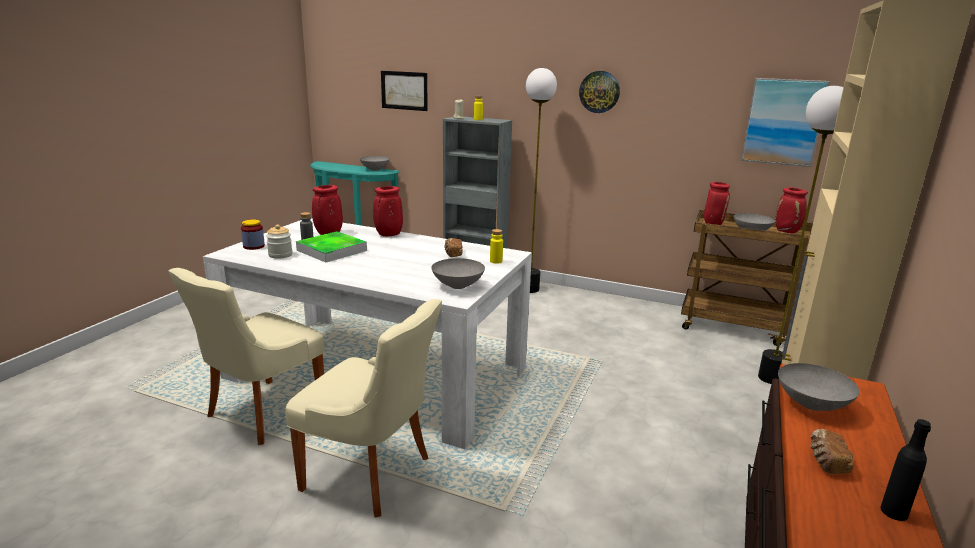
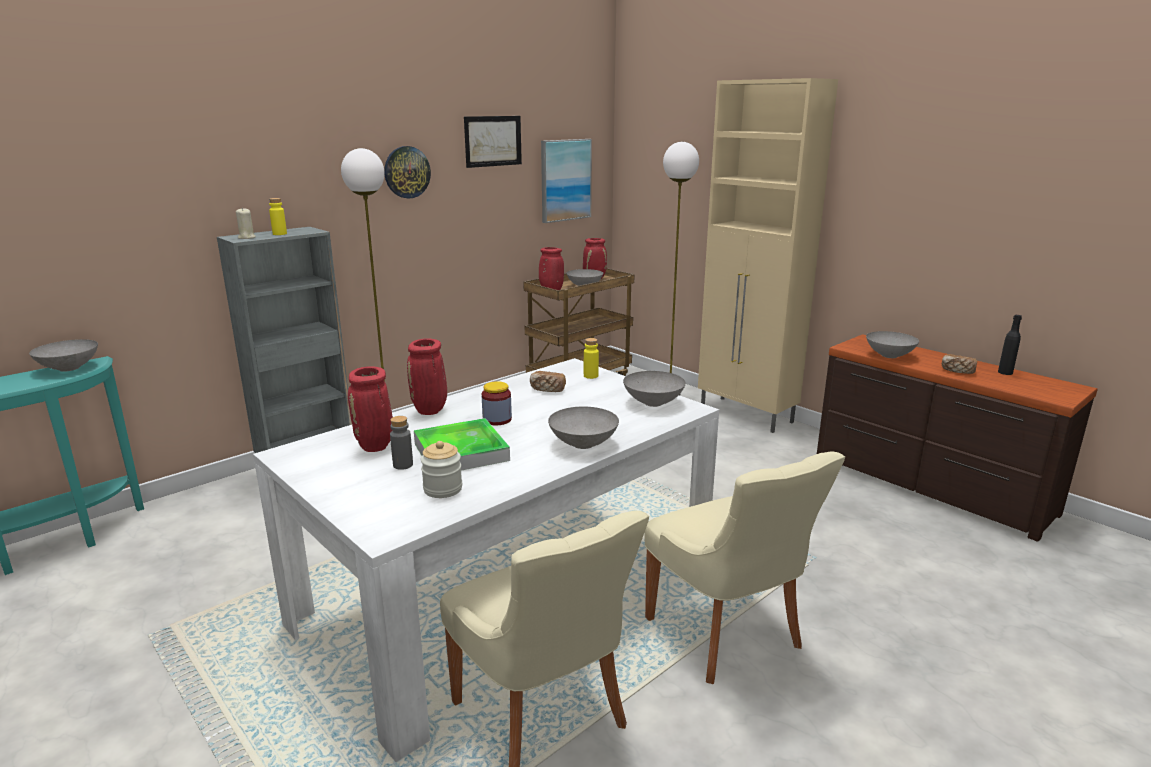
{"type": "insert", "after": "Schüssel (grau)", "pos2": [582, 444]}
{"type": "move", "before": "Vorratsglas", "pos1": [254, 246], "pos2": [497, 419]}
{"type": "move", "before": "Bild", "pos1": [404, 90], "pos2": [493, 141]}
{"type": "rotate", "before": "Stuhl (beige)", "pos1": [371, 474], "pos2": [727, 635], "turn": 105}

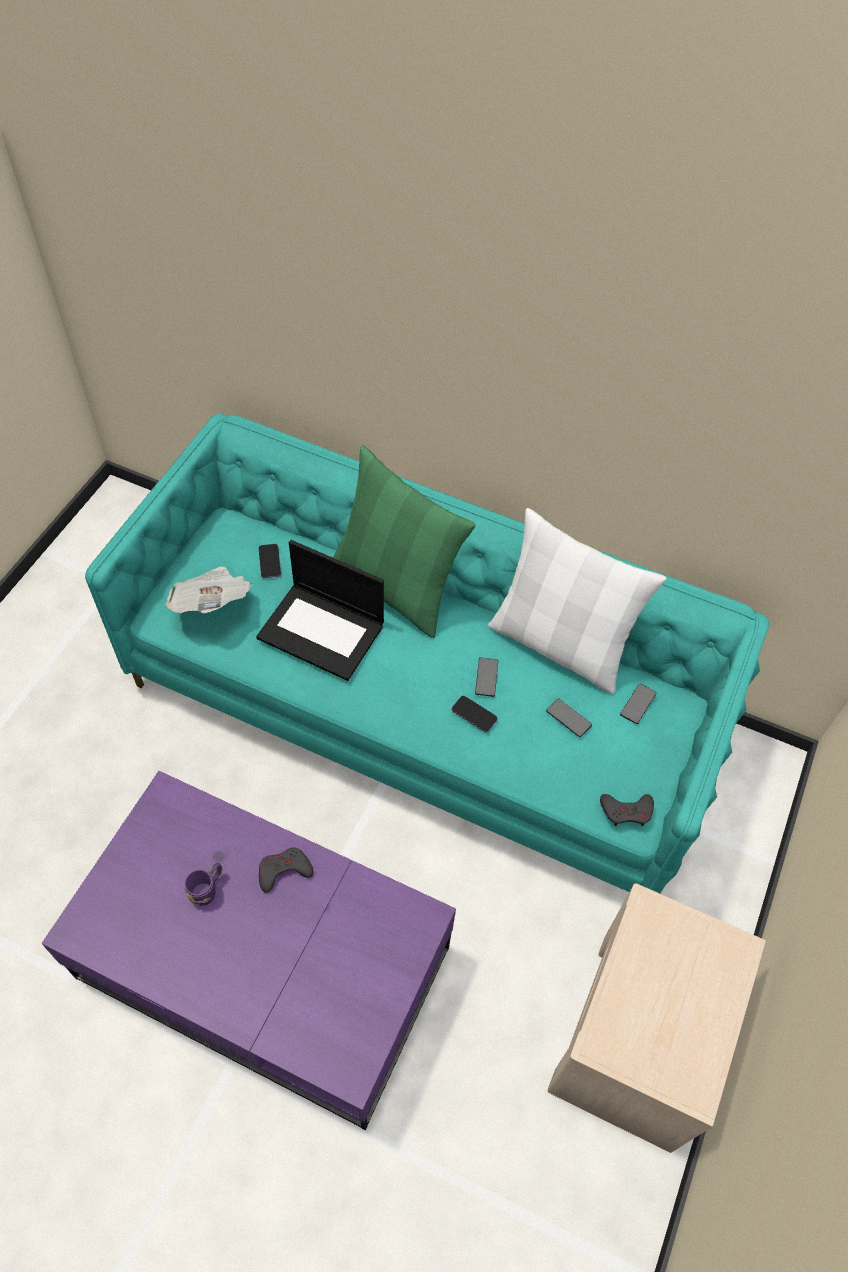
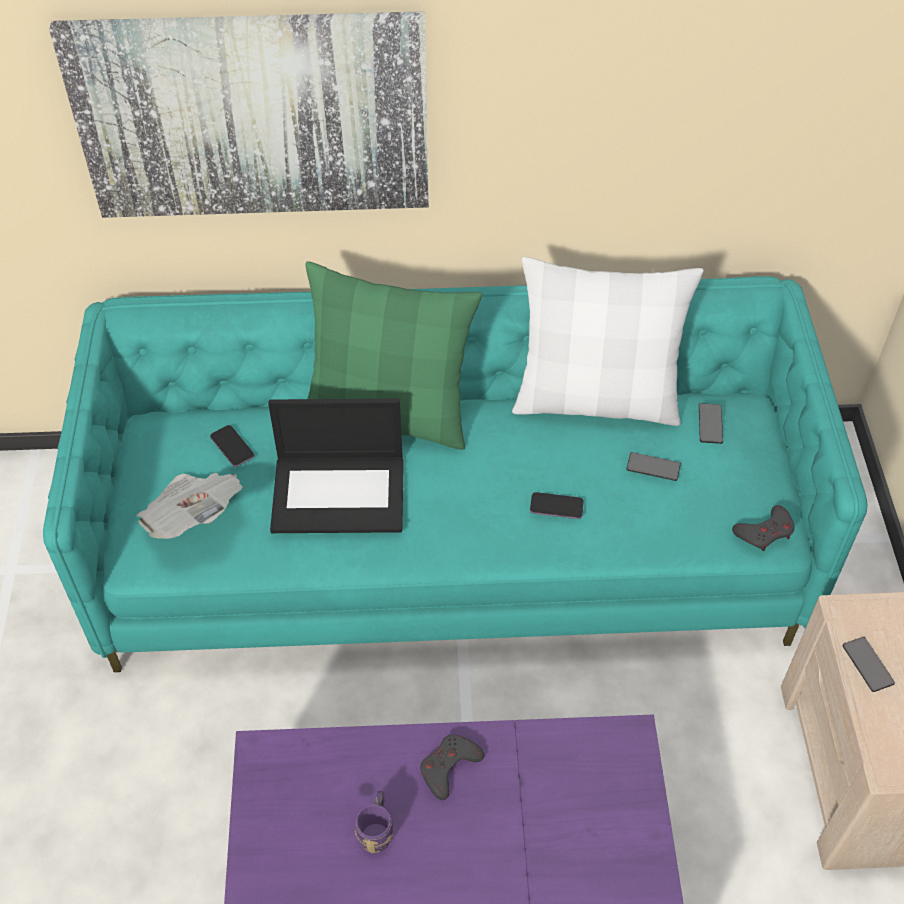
{"type": "insert", "after": "Bild", "pos2": [253, 116]}
{"type": "move", "before": "Handy", "pos1": [486, 677], "pos2": [867, 665]}

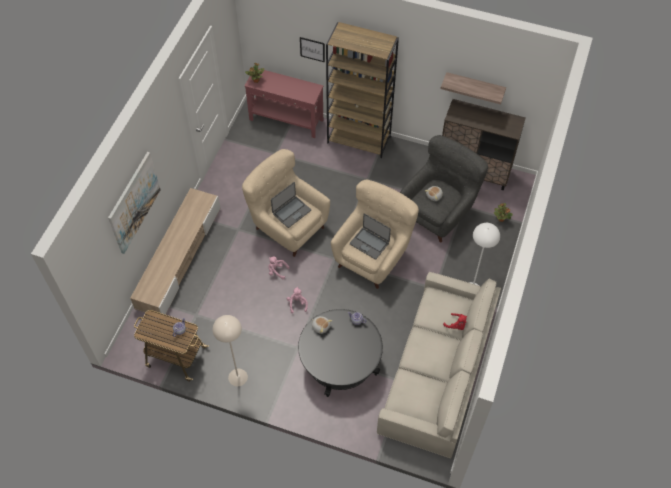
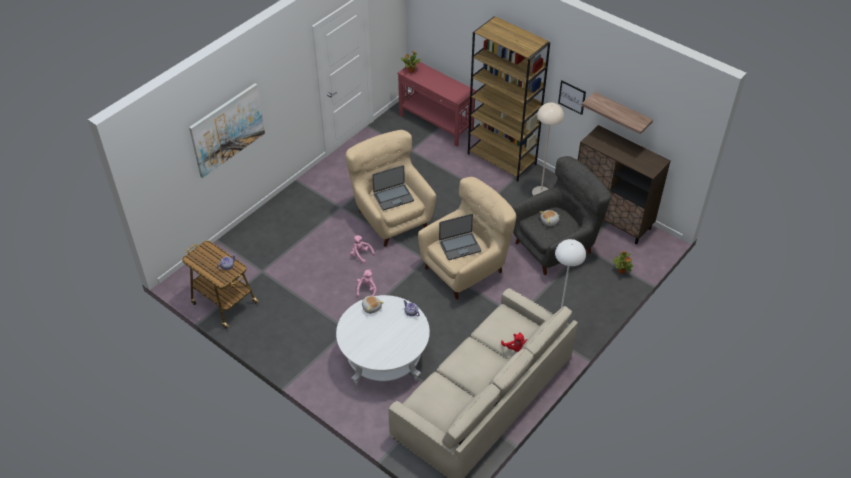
{"type": "delete", "before": "Fernsehschrank (beige)", "pos1": [179, 257]}
{"type": "move", "before": "Stehlampe (beige)", "pos1": [237, 377], "pos2": [541, 192]}
{"type": "move", "before": "Bild", "pos1": [312, 49], "pos2": [572, 97]}
{"type": "recolor", "before": "Couchtisch (schwarz)", "after": "Couchtisch (weiß)", "pos1": [340, 363], "pos2": [384, 357]}
{"type": "rotate", "before": "Laptop", "pos1": [369, 243], "pos2": [459, 246], "turn": -75}

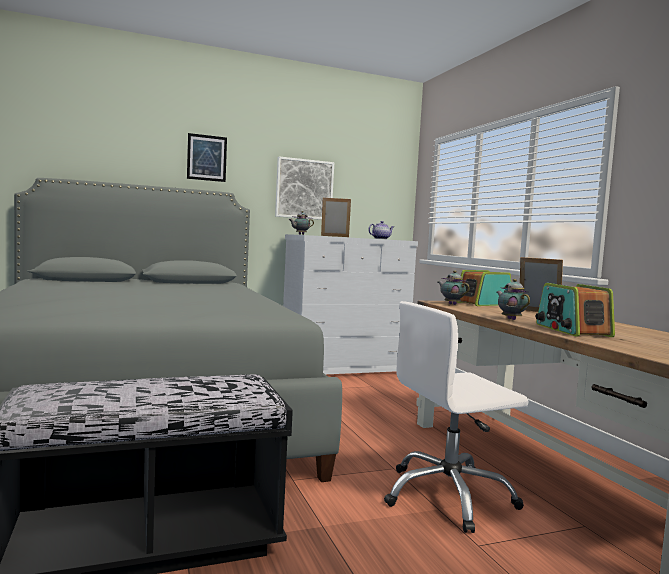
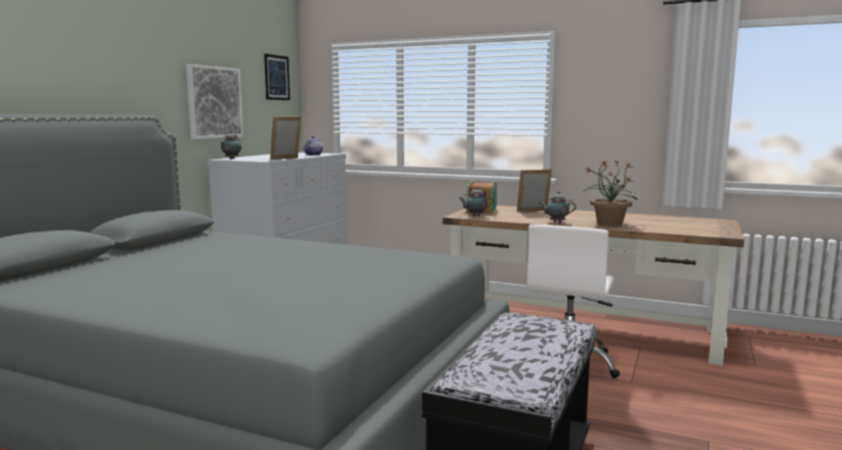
{"type": "move", "before": "Bild", "pos1": [207, 158], "pos2": [277, 77]}
{"type": "replace", "before": "Radio", "after": "Topfpflanze", "pos1": [572, 330], "pos2": [609, 224]}

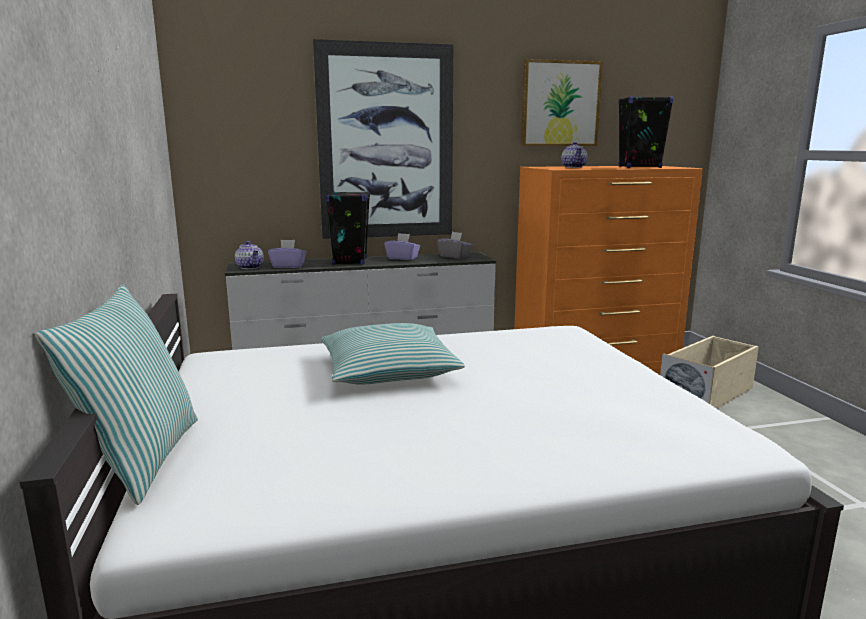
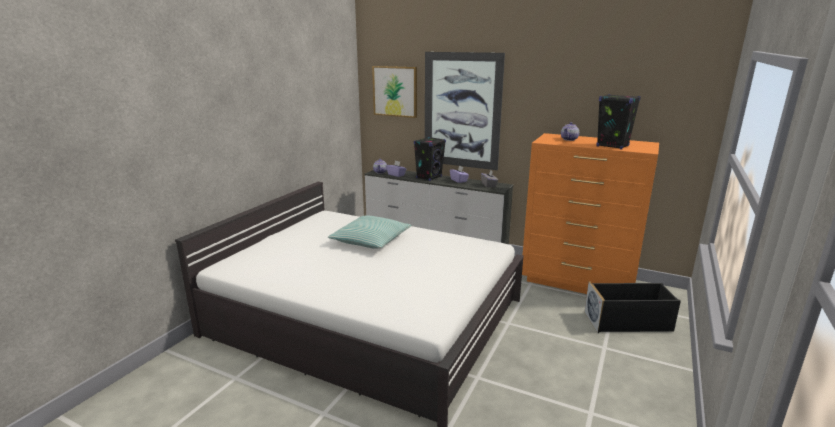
{"type": "delete", "before": "Kissen", "pos1": [140, 459]}
{"type": "move", "before": "Bild", "pos1": [560, 104], "pos2": [395, 91]}
{"type": "recolor", "before": "Aufbewahrungsbox (beige)", "after": "Aufbewahrungsbox (schwarz)", "pos1": [707, 394], "pos2": [628, 321]}

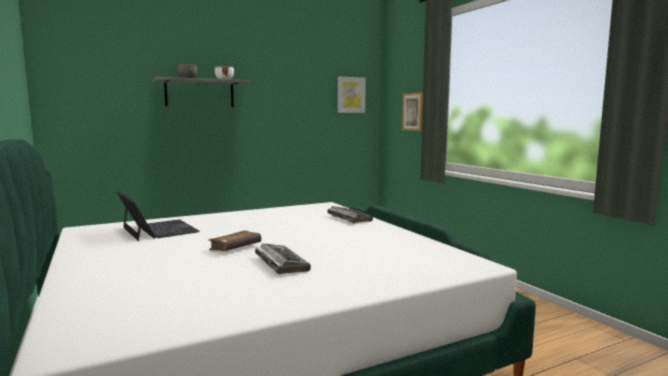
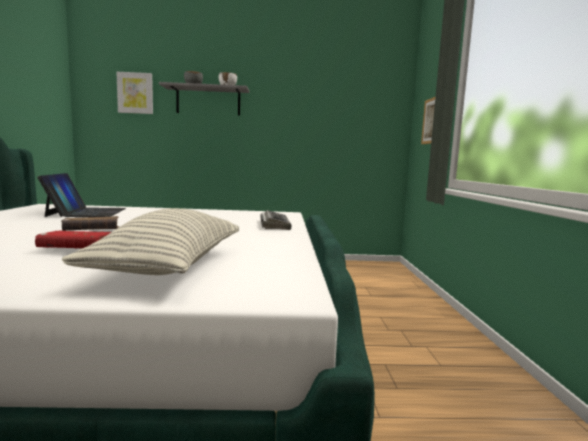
{"type": "insert", "after": "Kissen", "pos2": [170, 267]}
{"type": "move", "before": "Bild", "pos1": [351, 95], "pos2": [135, 93]}
{"type": "replace", "before": "Tastatur", "after": "Buch (rot)", "pos1": [281, 263], "pos2": [78, 249]}

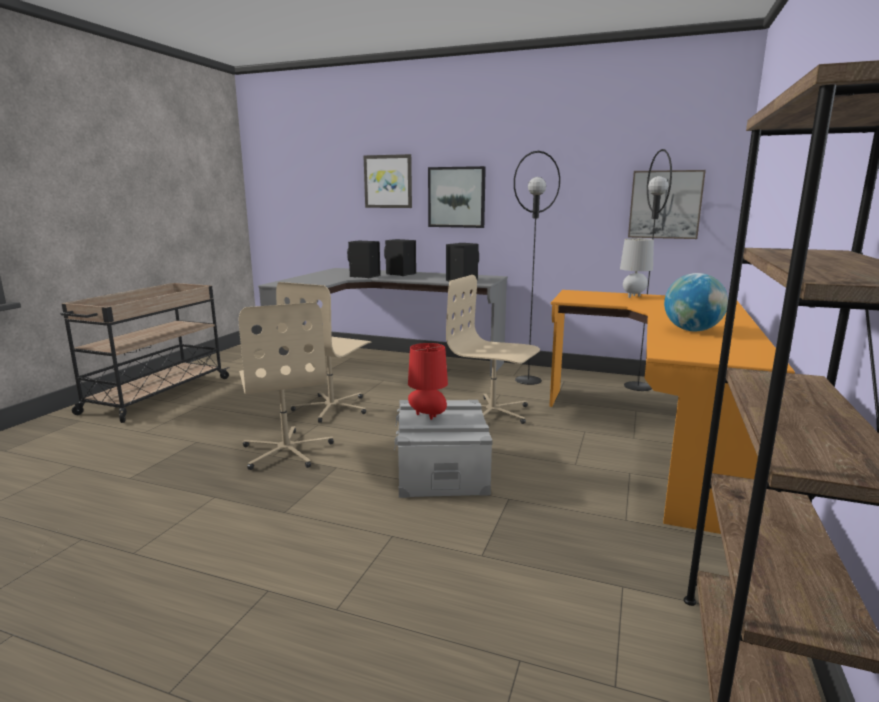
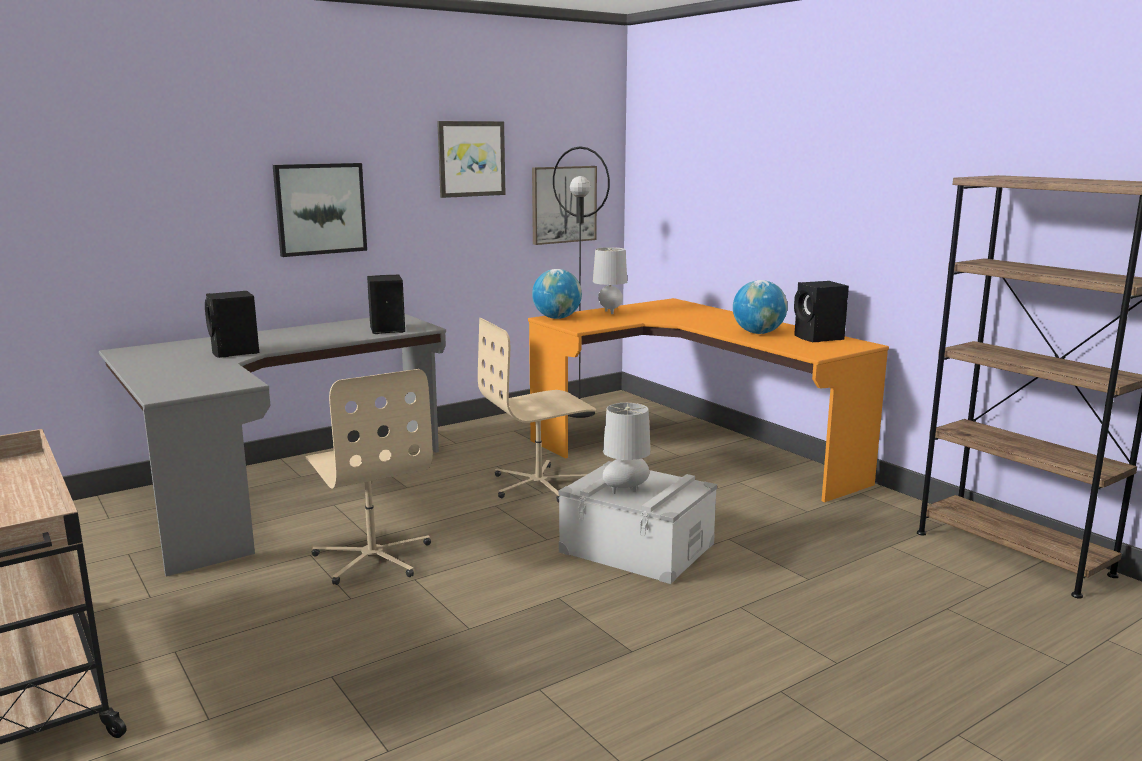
{"type": "delete", "before": "Bürostuhl (beige)", "pos1": [287, 451]}
{"type": "delete", "before": "Stehlampe (schwarz)", "pos1": [528, 380]}
{"type": "insert", "after": "Globus", "pos2": [557, 318]}
{"type": "move", "before": "Bild", "pos1": [388, 181], "pos2": [471, 159]}
{"type": "move", "before": "Lautsprecher (schwarz)", "pos1": [400, 274], "pos2": [819, 338]}
{"type": "recolor", "before": "Tischlampe (rot)", "after": "Tischlampe (grau)", "pos1": [428, 416], "pos2": [626, 490]}

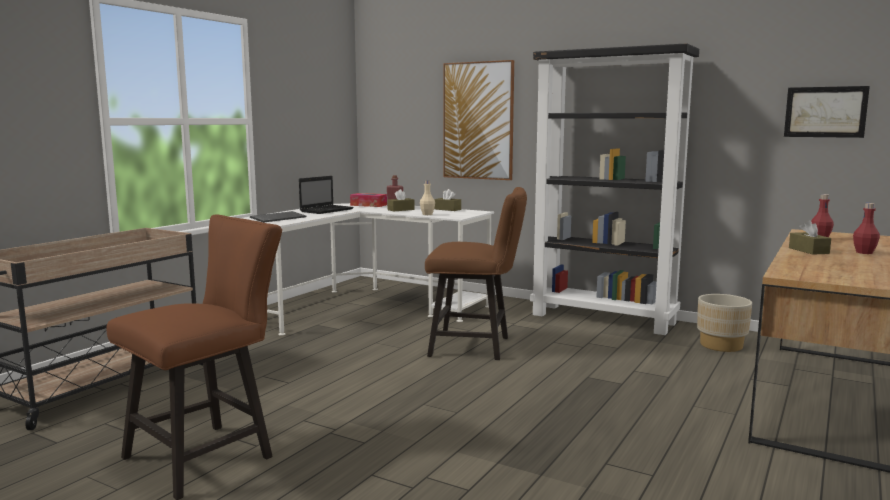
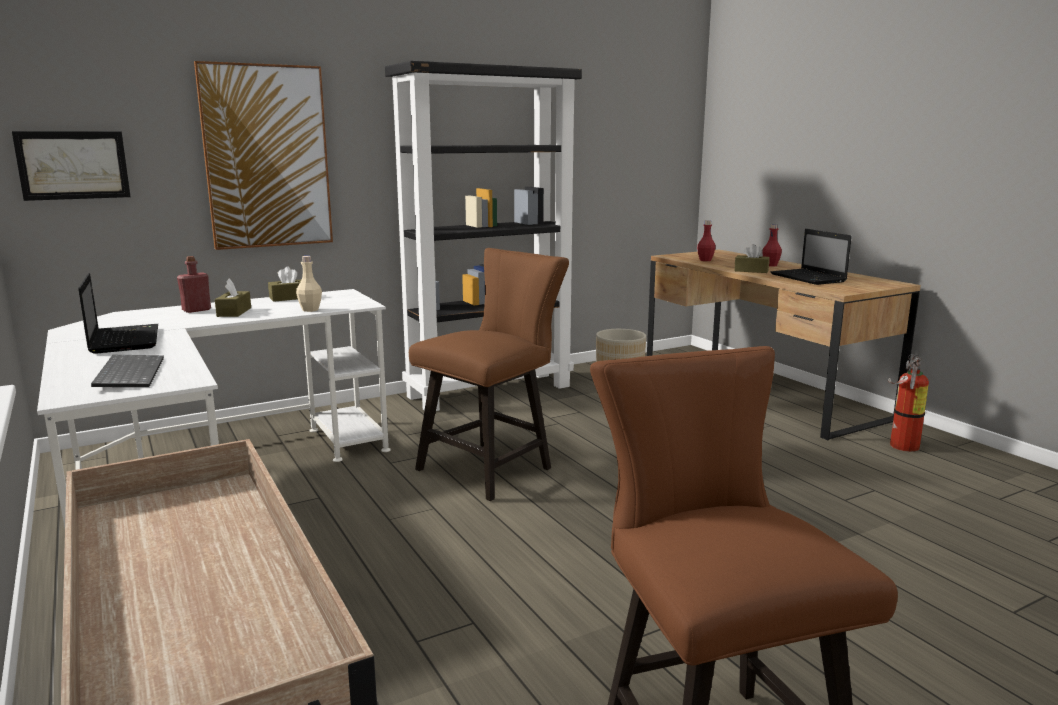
{"type": "delete", "before": "Taschentuchbox", "pos1": [368, 205]}
{"type": "insert", "after": "Laptop", "pos2": [809, 278]}
{"type": "insert", "after": "Feuerlöscher", "pos2": [901, 447]}
{"type": "move", "before": "Bild", "pos1": [825, 112], "pos2": [73, 165]}

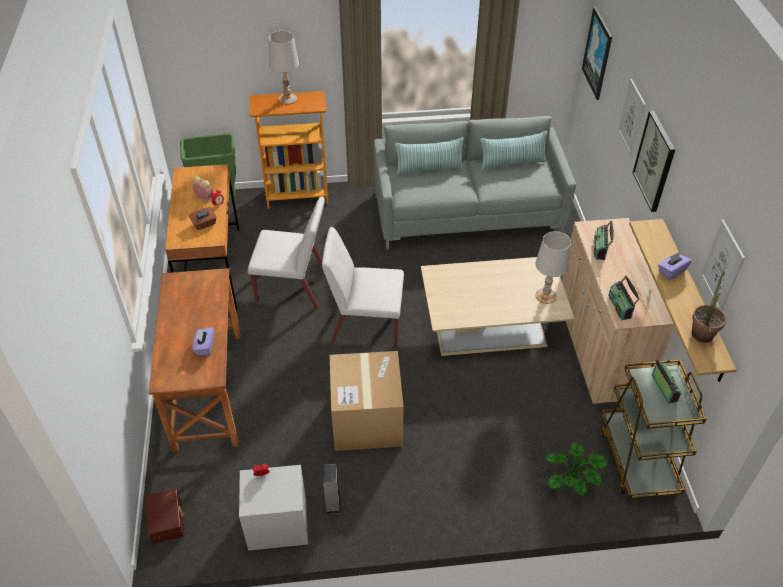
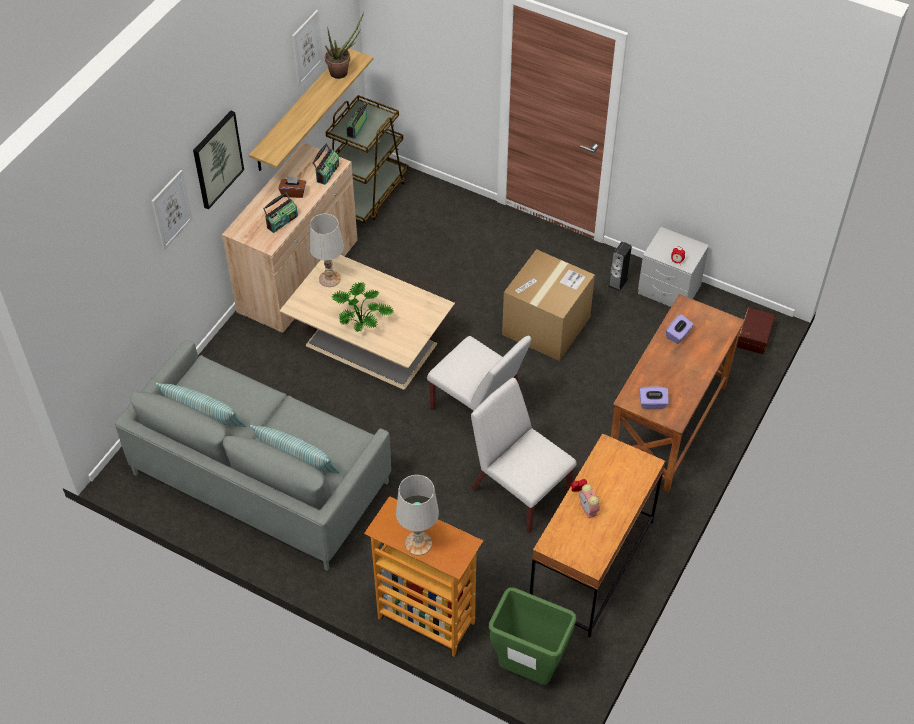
{"type": "delete", "before": "Bild", "pos1": [598, 53]}
{"type": "move", "before": "Taschentuchbox (braun)", "pos1": [204, 224], "pos2": [293, 192]}
{"type": "move", "before": "Topfpflanze", "pos1": [572, 482], "pos2": [362, 321]}
{"type": "move", "before": "Taschentuchbox (lila)", "pos1": [671, 271], "pos2": [652, 403]}

